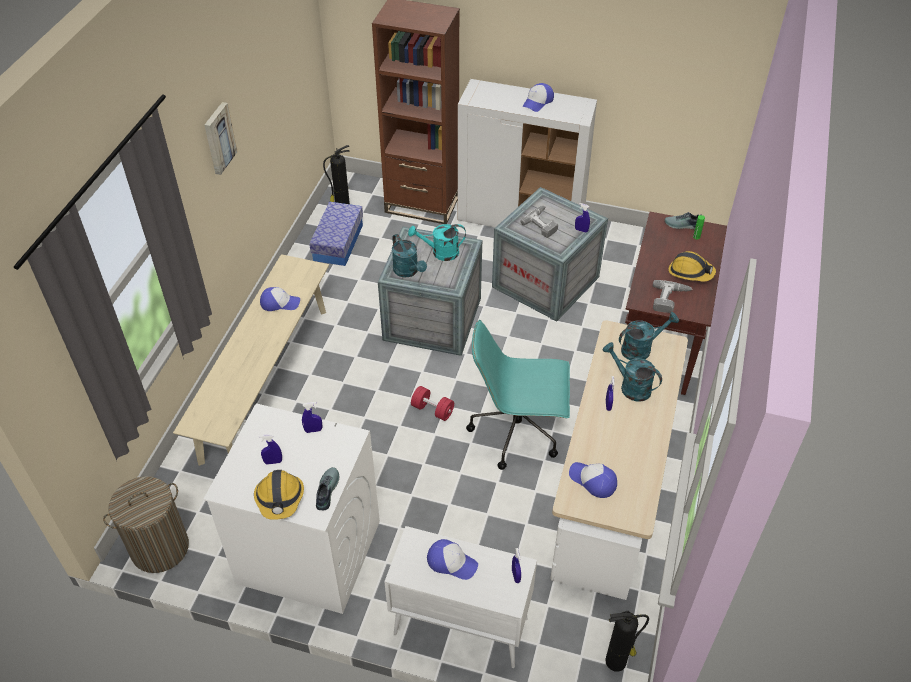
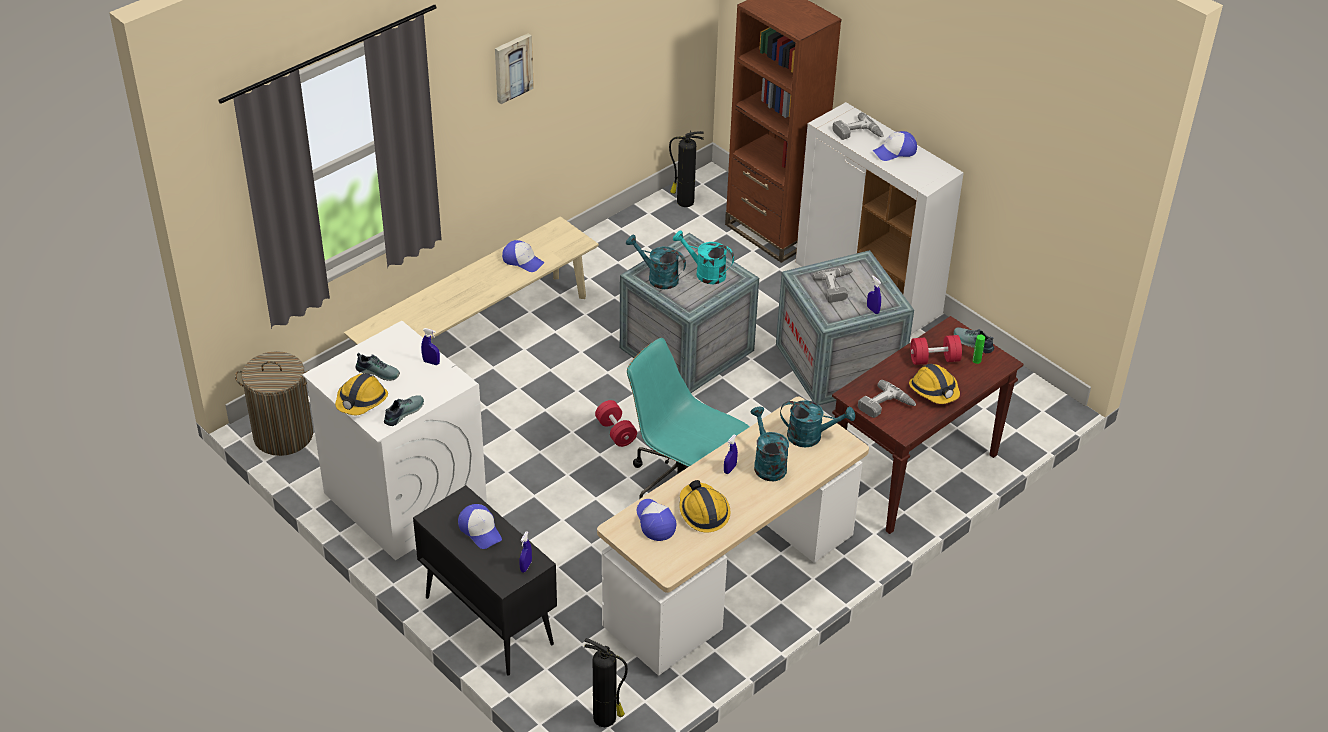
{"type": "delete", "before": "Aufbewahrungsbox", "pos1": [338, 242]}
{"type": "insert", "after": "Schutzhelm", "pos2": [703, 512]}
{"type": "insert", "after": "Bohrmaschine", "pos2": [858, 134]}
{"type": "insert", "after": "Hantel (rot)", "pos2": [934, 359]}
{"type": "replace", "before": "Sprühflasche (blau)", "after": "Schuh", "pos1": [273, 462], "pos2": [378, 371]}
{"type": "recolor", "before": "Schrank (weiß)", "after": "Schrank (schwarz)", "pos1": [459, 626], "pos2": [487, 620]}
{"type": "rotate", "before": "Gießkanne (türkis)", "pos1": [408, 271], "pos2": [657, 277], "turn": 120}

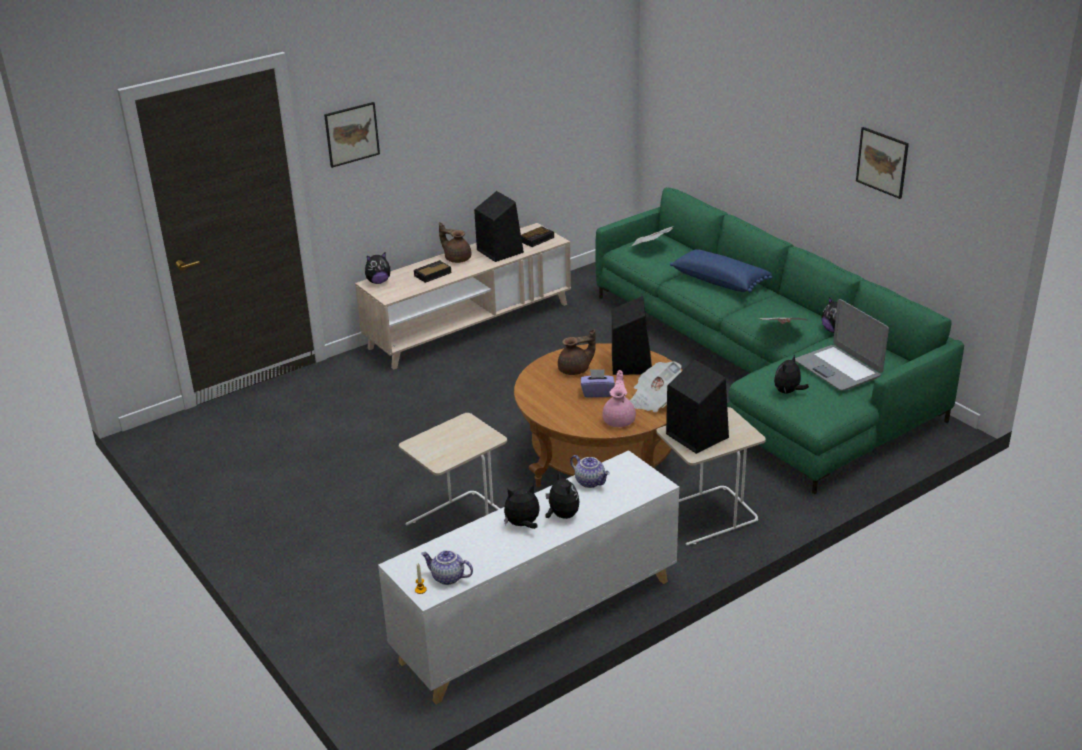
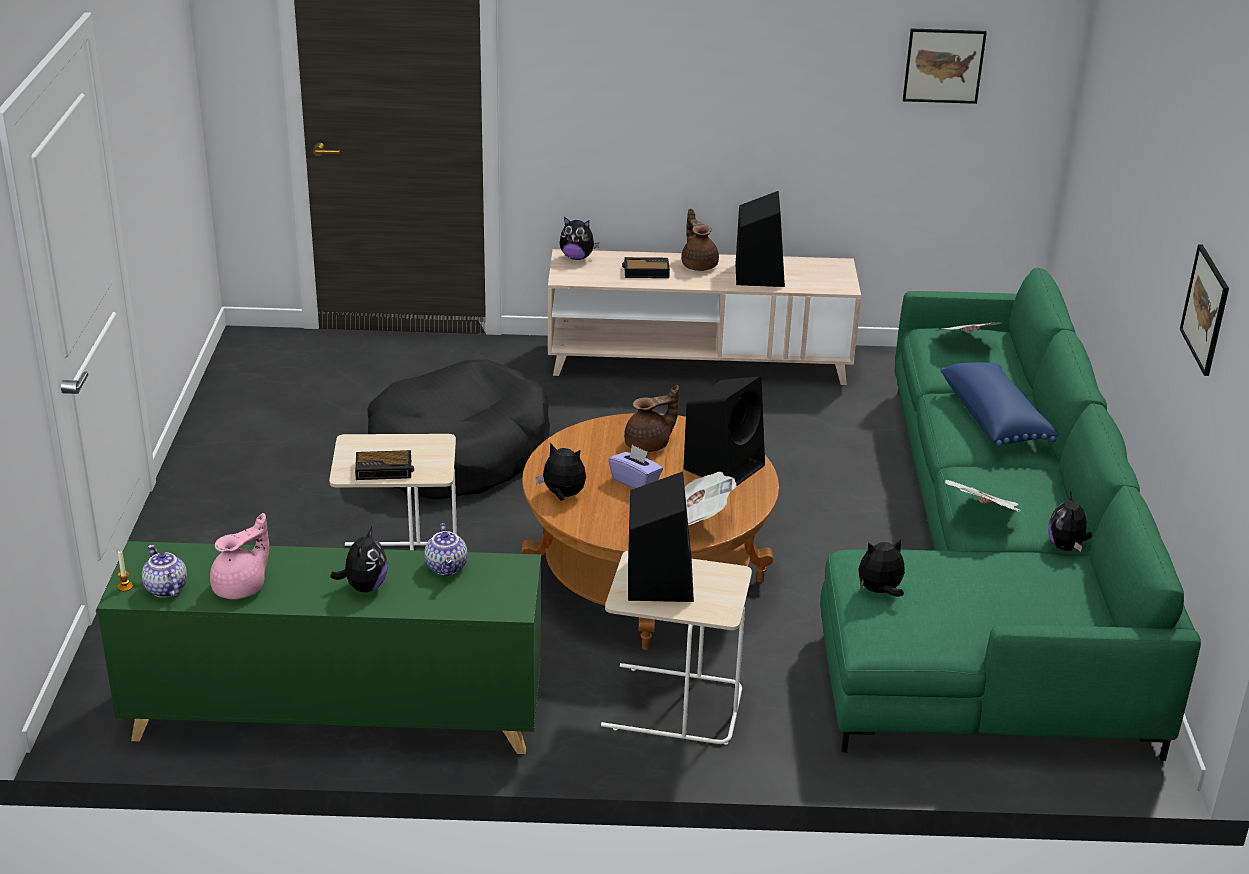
{"type": "delete", "before": "Laptop", "pos1": [838, 369]}
{"type": "insert", "after": "Hundebett (schwarz)", "pos2": [457, 454]}
{"type": "move", "before": "Bild", "pos1": [352, 134], "pos2": [943, 65]}
{"type": "move", "before": "Plüschtier", "pos1": [523, 525], "pos2": [563, 495]}
{"type": "move", "before": "Wecker", "pos1": [537, 239], "pos2": [385, 470]}
{"type": "move", "before": "Teekanne (rosa)", "pos1": [619, 420], "pos2": [242, 587]}
{"type": "recolor", "before": "Schrank (weiß)", "after": "Schrank (grün)", "pos1": [537, 621], "pos2": [334, 716]}
{"type": "rotate", "before": "Teekanne (braun)", "pos1": [575, 370], "pos2": [649, 445], "turn": -45}

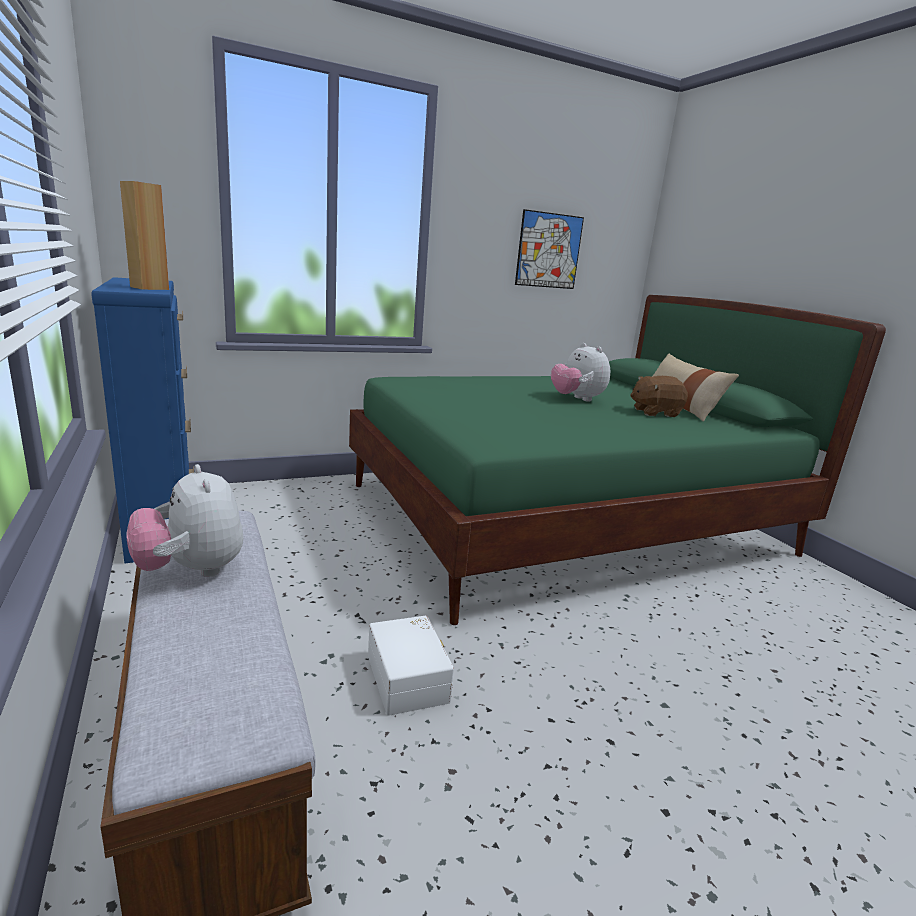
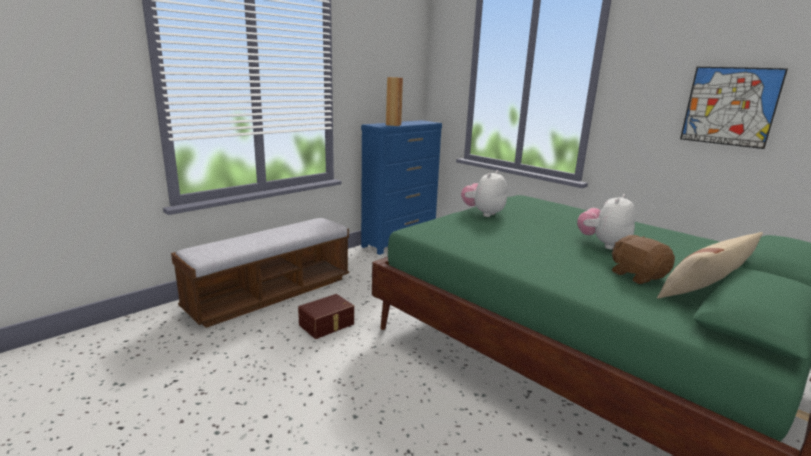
{"type": "move", "before": "Plüschtier", "pos1": [191, 570], "pos2": [483, 213]}
{"type": "recolor", "before": "Aufbewahrungsbox (weiß)", "after": "Aufbewahrungsbox (braun)", "pos1": [409, 677], "pos2": [327, 325]}

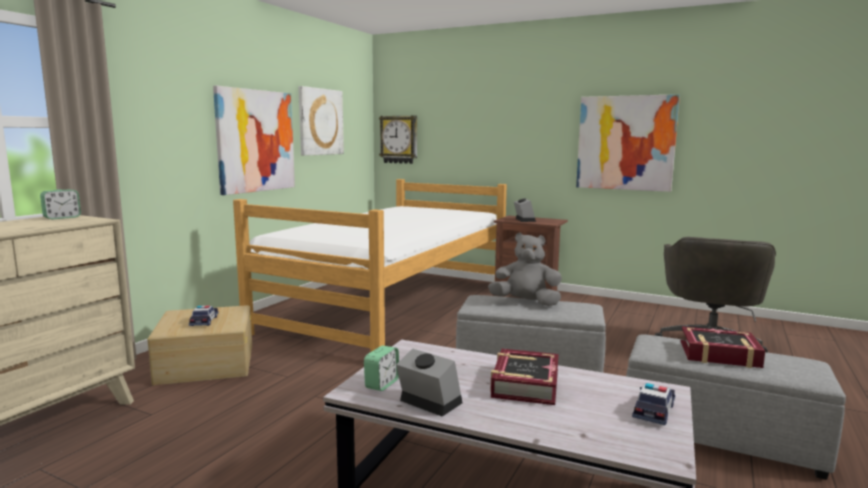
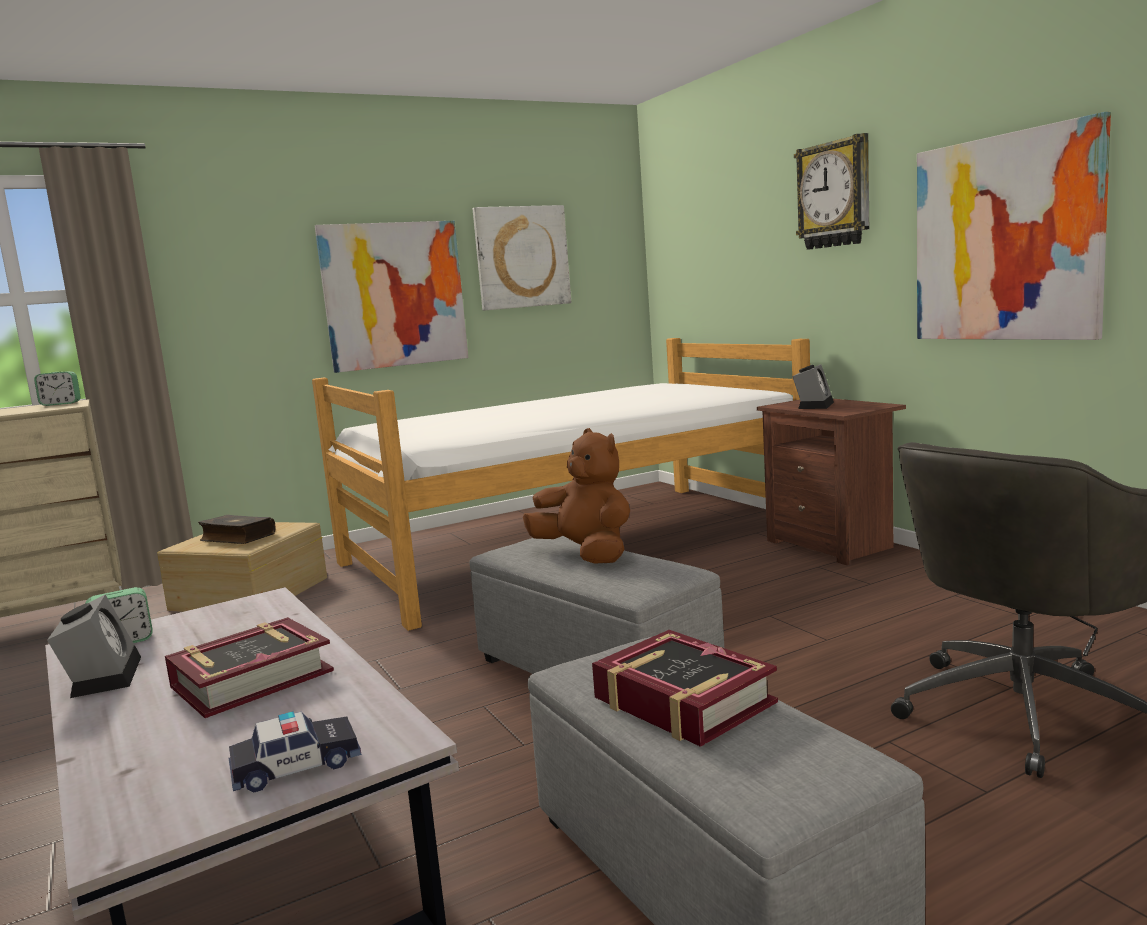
{"type": "move", "before": "Wanduhr", "pos1": [399, 139], "pos2": [835, 194]}
{"type": "replace", "before": "Spielzeugauto", "after": "Buch", "pos1": [204, 321], "pos2": [237, 538]}
{"type": "recolor", "before": "Plüschtier (grau)", "after": "Plüschtier (braun)", "pos1": [525, 303], "pos2": [586, 554]}

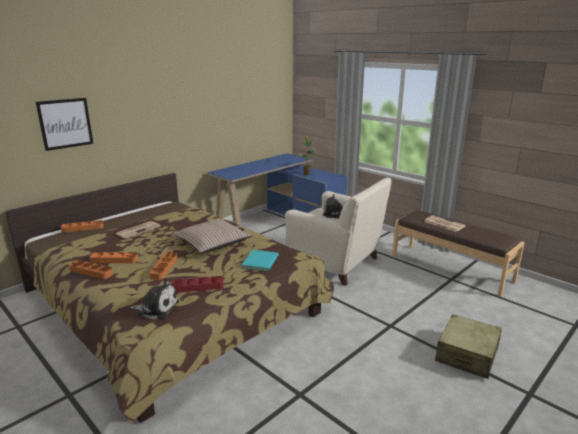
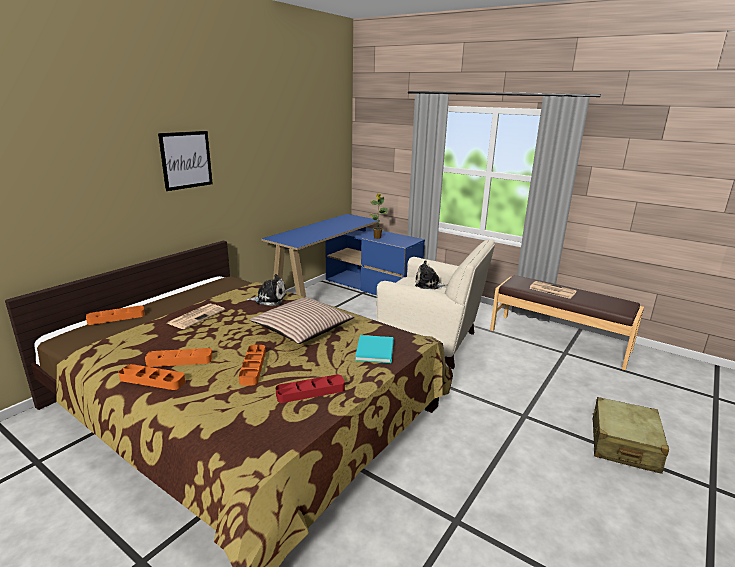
{"type": "move", "before": "Bild", "pos1": [65, 123], "pos2": [186, 160]}
{"type": "move", "before": "Plüschtier", "pos1": [156, 308], "pos2": [269, 299]}

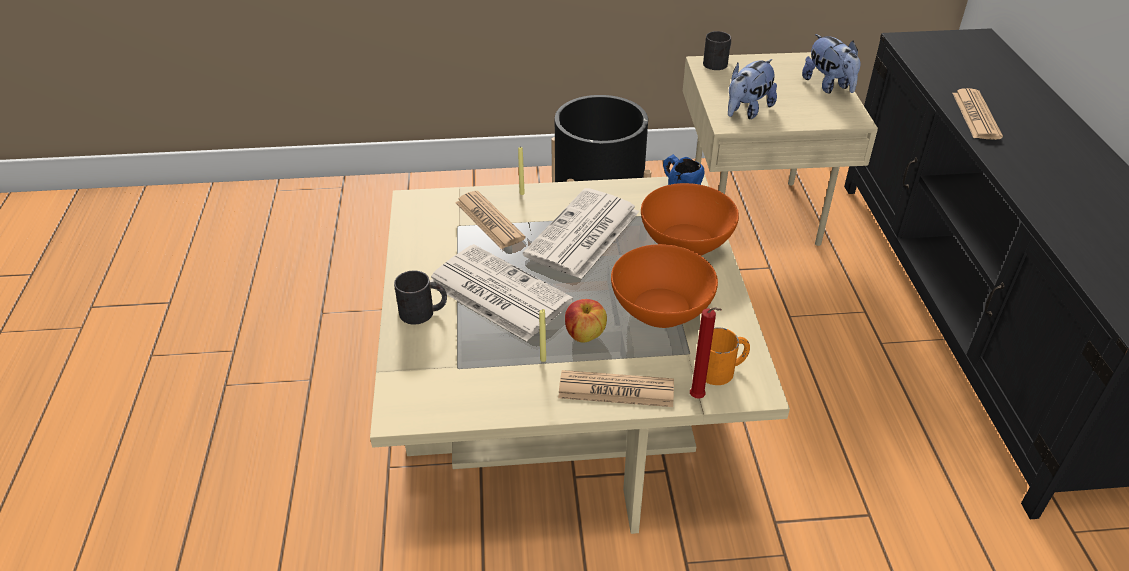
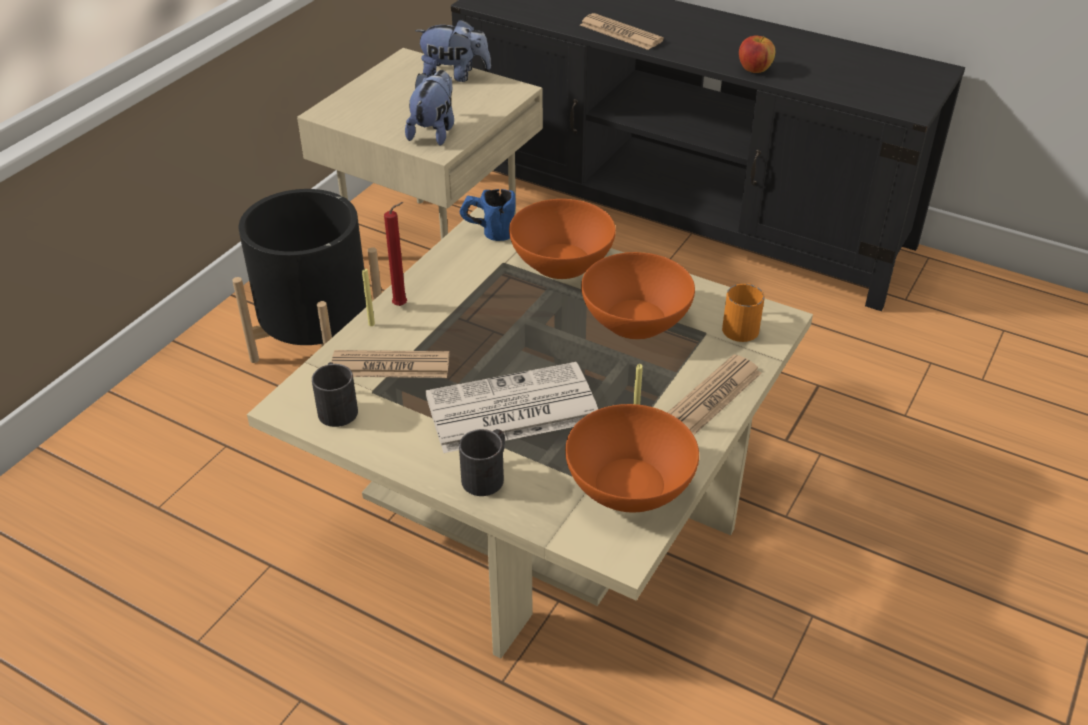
{"type": "delete", "before": "Zeitung", "pos1": [583, 235]}
{"type": "insert", "after": "Schüssel (orange)", "pos2": [629, 485]}
{"type": "move", "before": "Apfel", "pos1": [585, 335], "pos2": [754, 69]}
{"type": "move", "before": "Kerze (rot)", "pos1": [698, 398], "pos2": [402, 305]}
{"type": "move", "before": "Henkelbecher (schwarz)", "pos1": [718, 62], "pos2": [337, 407]}
{"type": "rotate", "before": "Plüschtier", "pos1": [747, 111], "pos2": [434, 131], "turn": -150}

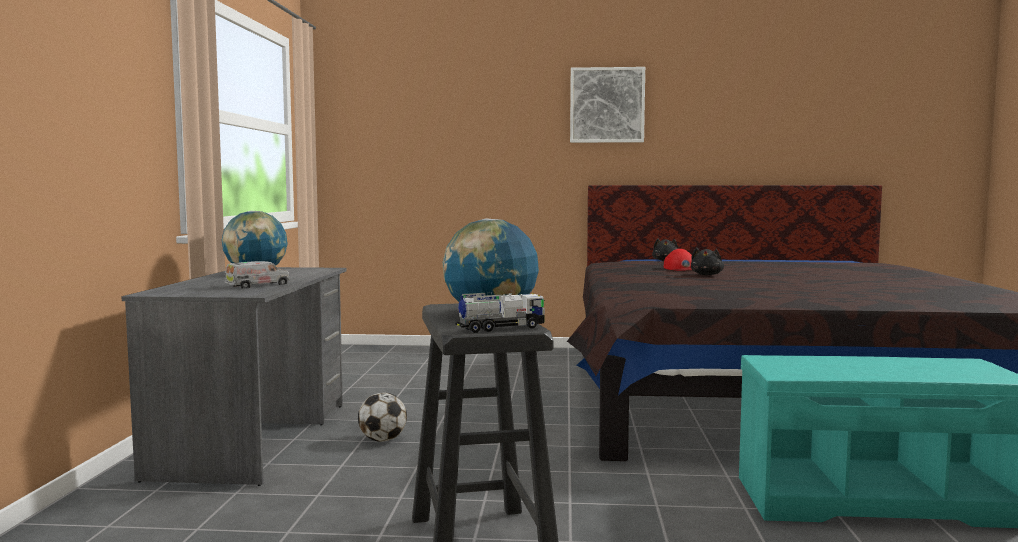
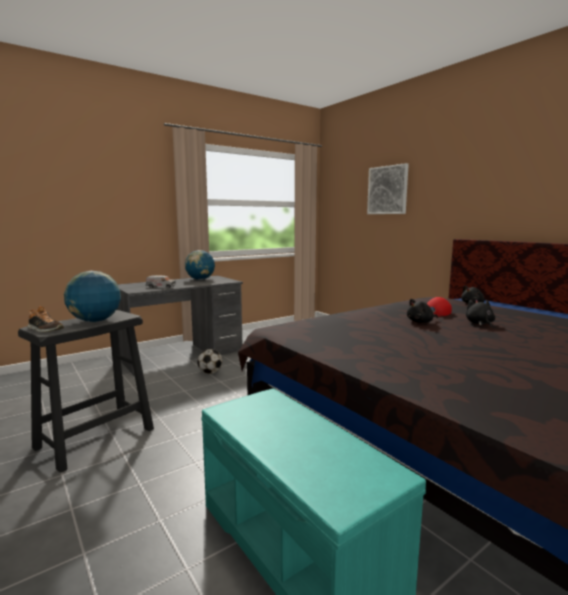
{"type": "insert", "after": "Plüschtier (schwarz)", "pos2": [479, 323]}
{"type": "move", "before": "Bild", "pos1": [607, 105], "pos2": [387, 190]}
{"type": "replace", "before": "Spielzeuglaster", "after": "Schuh", "pos1": [500, 328], "pos2": [45, 329]}

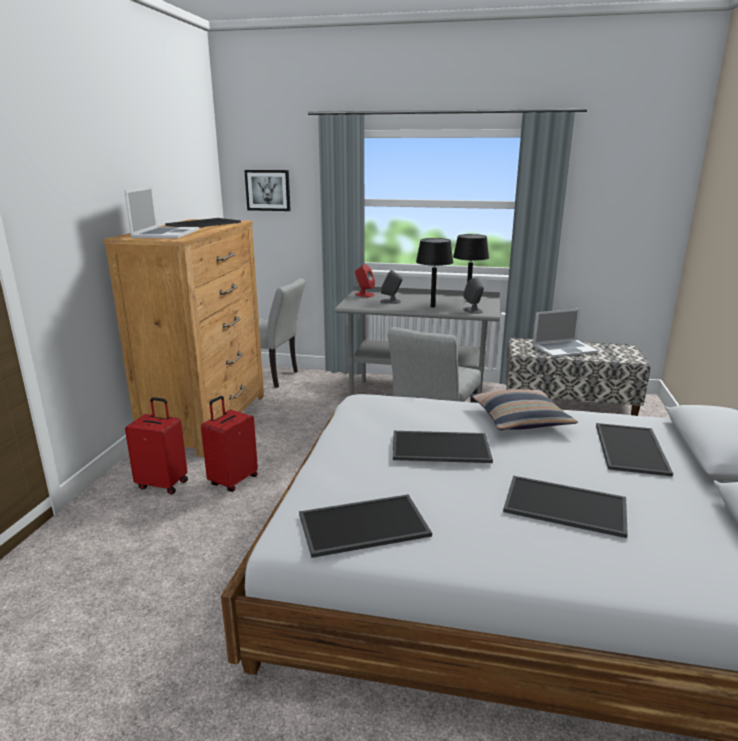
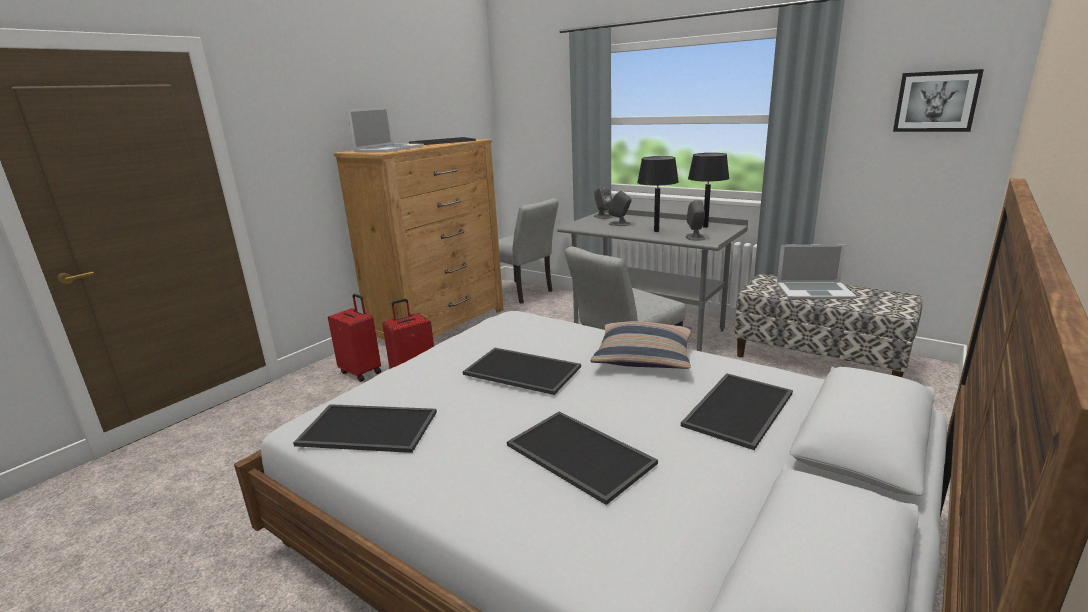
{"type": "move", "before": "Bild", "pos1": [268, 190], "pos2": [936, 101]}
{"type": "recolor", "before": "Lautsprecher (rot)", "after": "Lautsprecher (grau)", "pos1": [364, 295], "pos2": [602, 216]}

